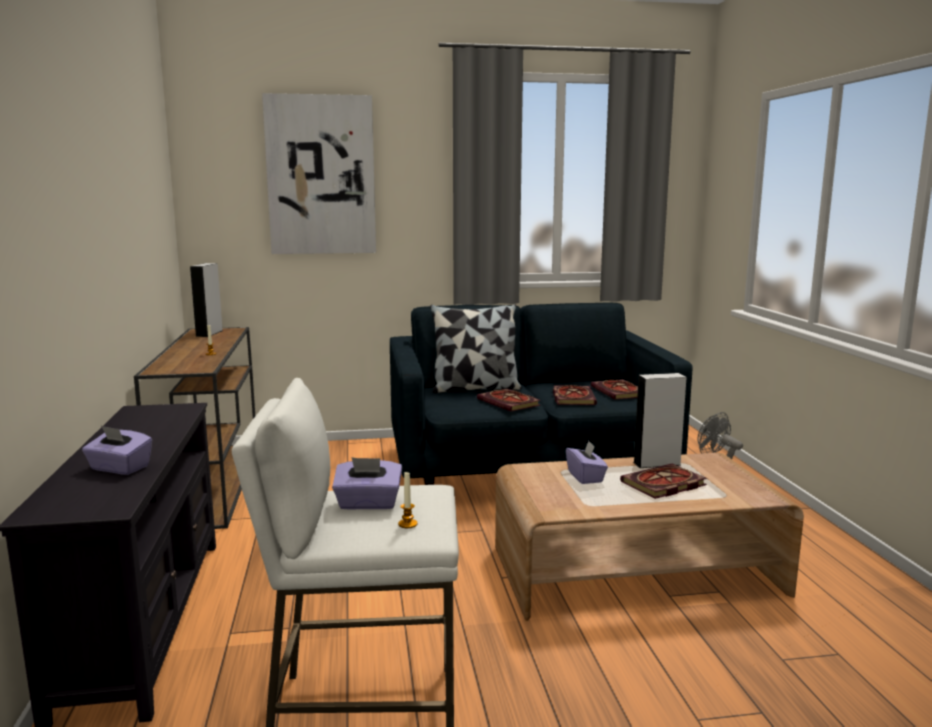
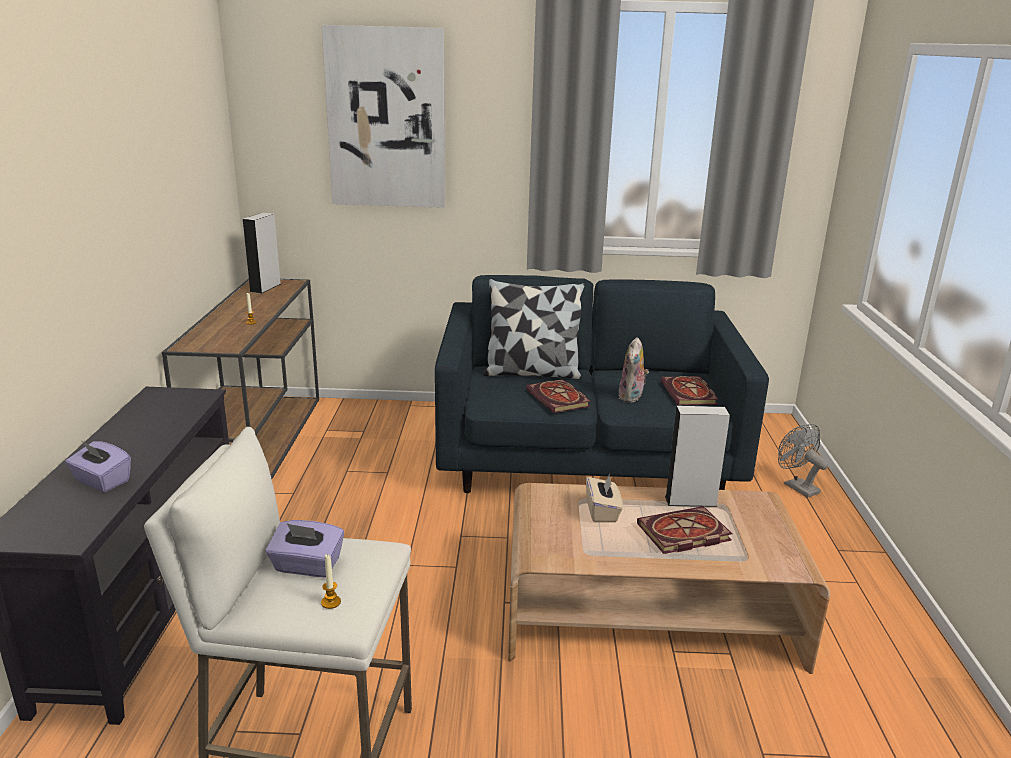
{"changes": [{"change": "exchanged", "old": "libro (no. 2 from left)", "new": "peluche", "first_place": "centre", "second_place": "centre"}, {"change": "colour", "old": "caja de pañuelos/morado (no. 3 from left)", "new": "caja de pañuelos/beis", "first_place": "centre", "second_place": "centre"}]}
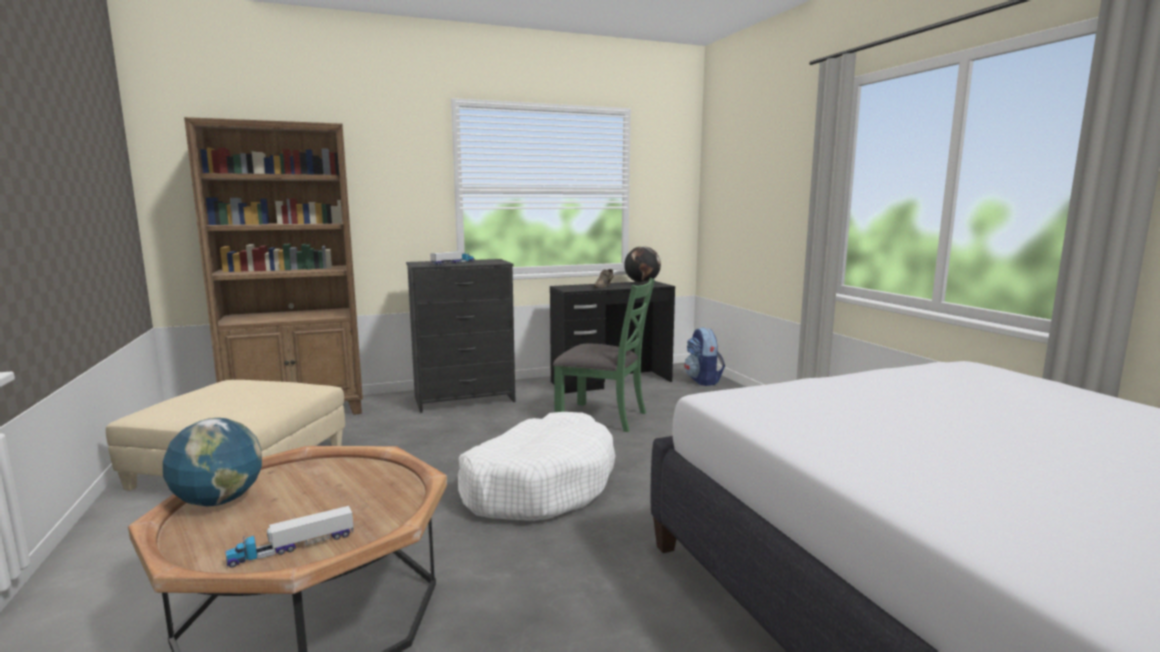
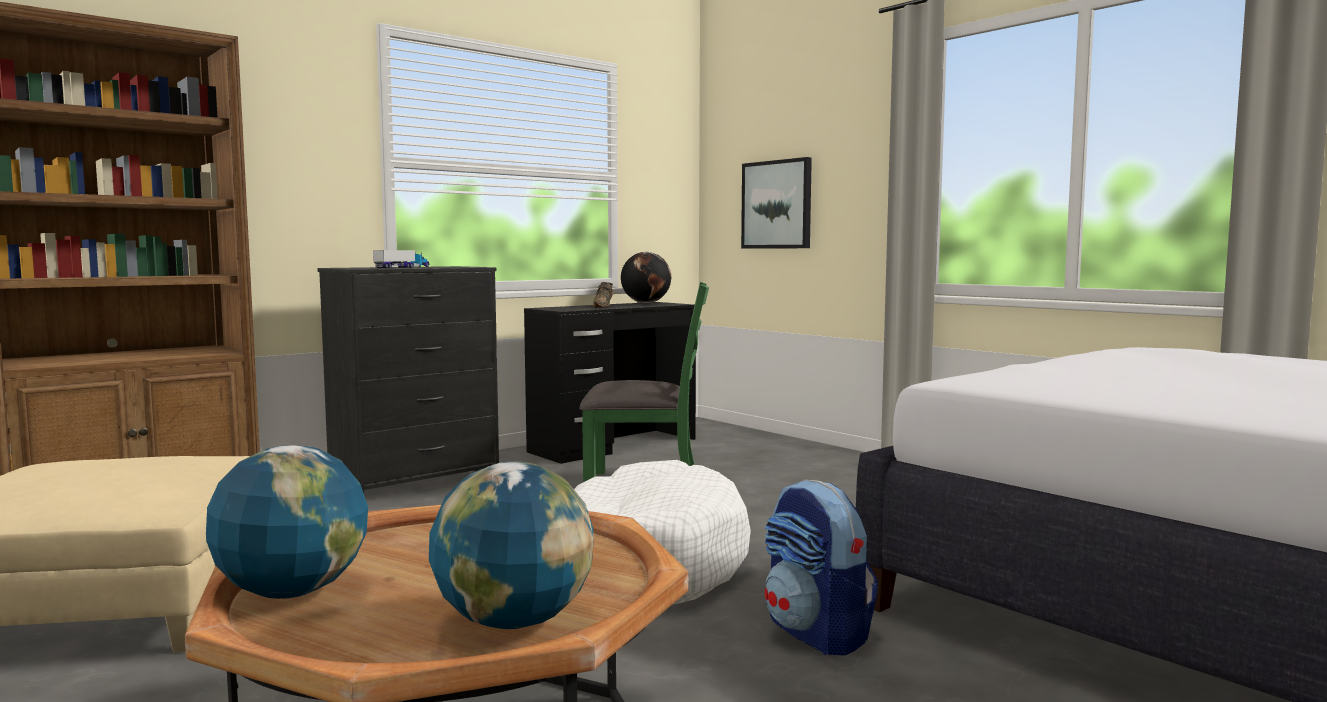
{"changes": [{"change": "exchanged", "old": "camión de juguete (no. 1 from left)", "new": "globo terráqueo (no. 2 from left)", "first_place": "bottom left", "second_place": "bottom centre"}, {"change": "relocated", "old": "mochila", "first_place": "centre", "second_place": "bottom centre"}, {"change": "appeared", "new": "cuadro", "second_place": "top centre"}]}
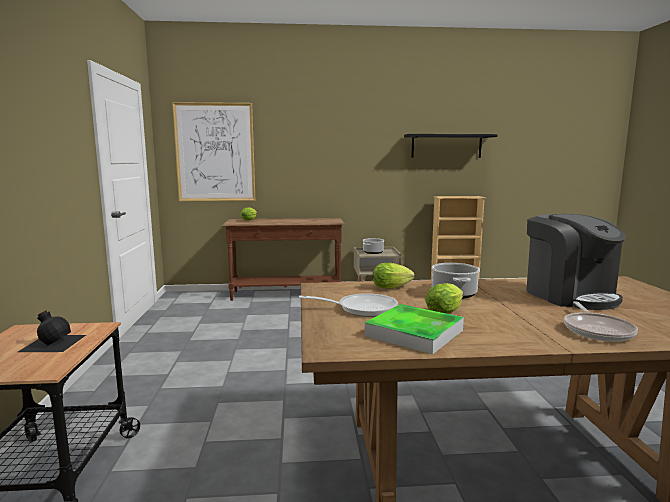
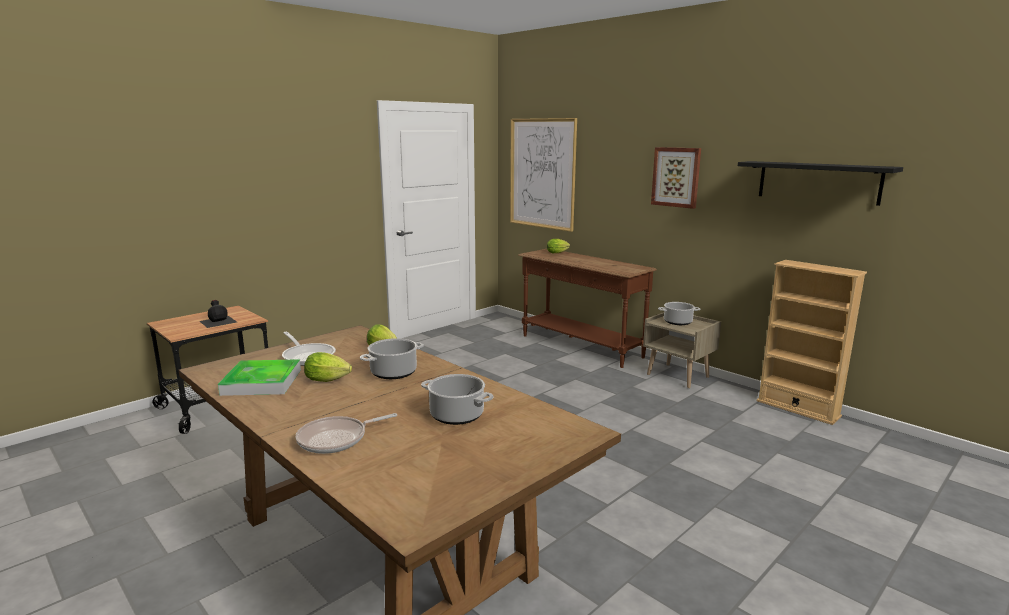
{"changes": [{"change": "exchanged", "old": "cafetera", "new": "olla (no. 2 from left)", "first_place": "middle right", "second_place": "centre"}, {"change": "appeared", "new": "cuadro (no. 2 from left)", "second_place": "top right"}]}
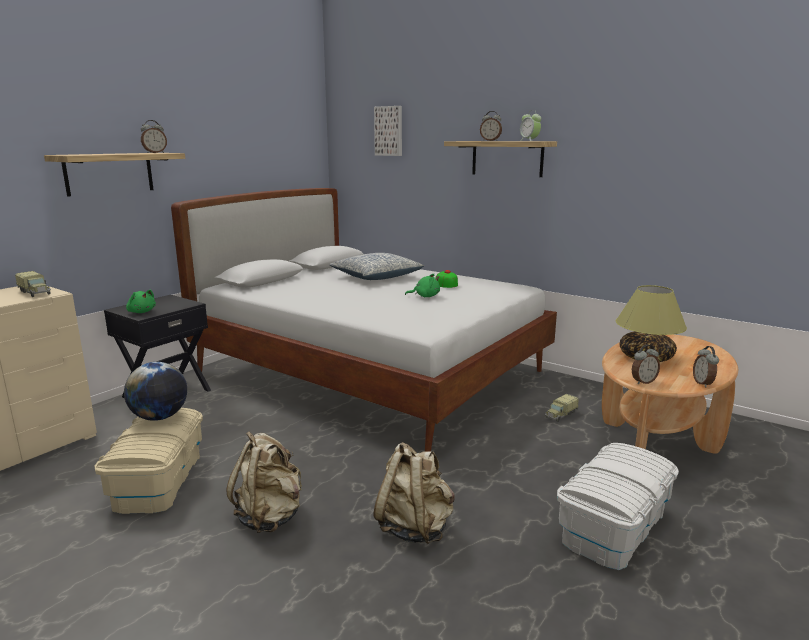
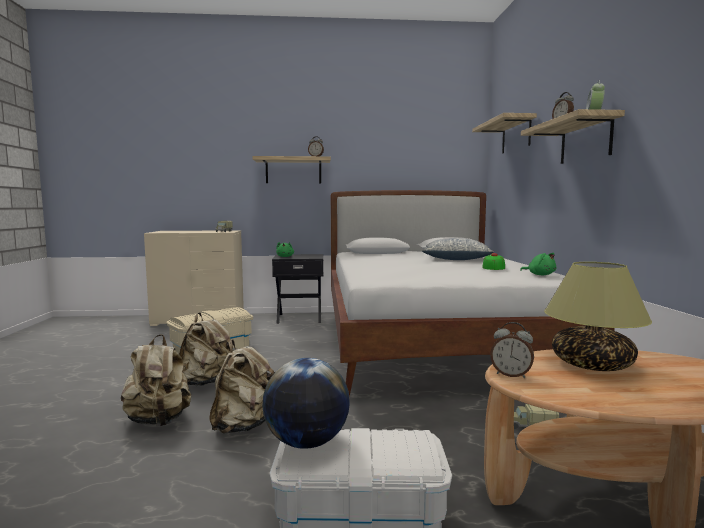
{"changes": [{"change": "relocated", "old": "globo terráqueo", "first_place": "middle left", "second_place": "bottom centre"}, {"change": "exchanged", "old": "cuadro", "new": "estante (no. 2 from left)", "first_place": "top centre", "second_place": "top right"}, {"change": "relocated", "old": "peluche/verde (no. 2 from left)", "first_place": "centre", "second_place": "middle right"}, {"change": "missing", "old": "despertador (no. 5 from left)", "first_place": "middle right"}, {"change": "appeared", "new": "mochila/beis (no. 1 from left)", "second_place": "bottom left"}]}
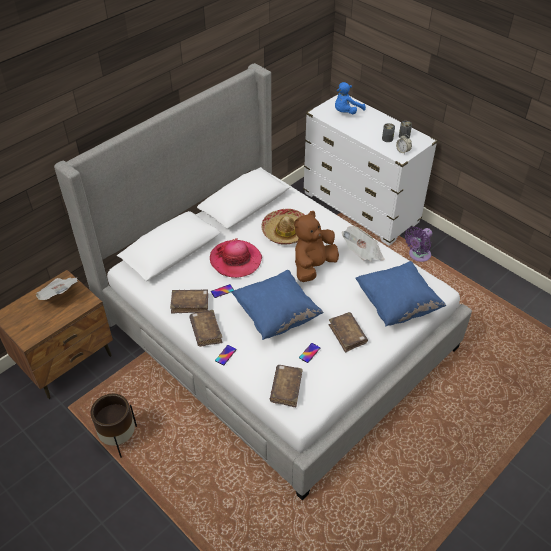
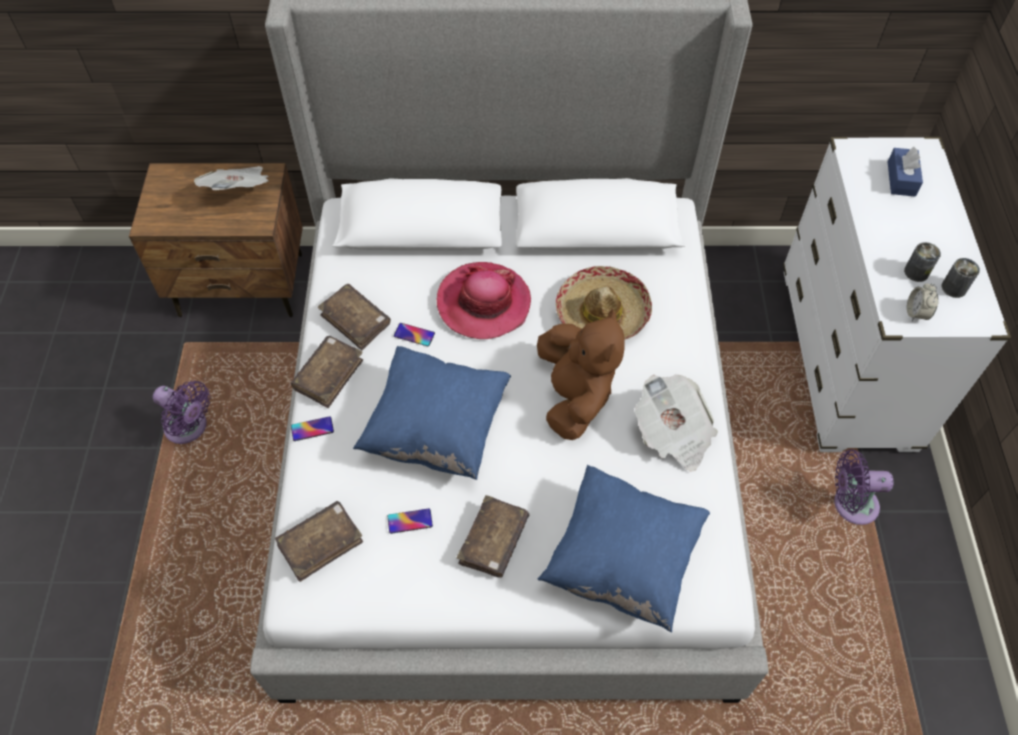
{"changes": [{"change": "exchanged", "old": "maceta/marrón", "new": "ventilador/morado (no. 1 from left)", "first_place": "bottom left", "second_place": "middle left"}, {"change": "spun", "old": "peluche/marrón", "first_place": "centre", "second_place": "centre", "degrees": 90}, {"change": "exchanged", "old": "peluche/azul", "new": "caja de pañuelos/azul", "first_place": "top centre", "second_place": "top right"}]}
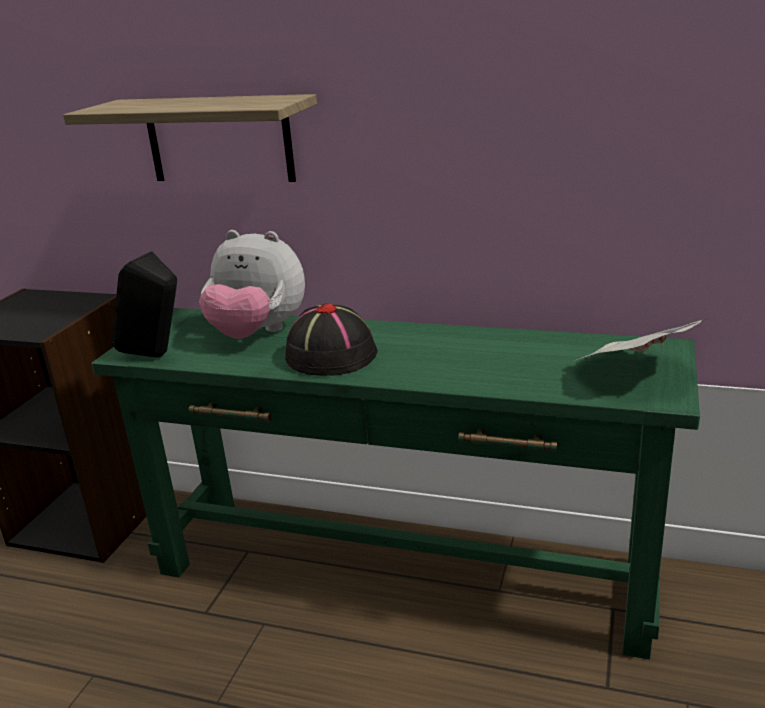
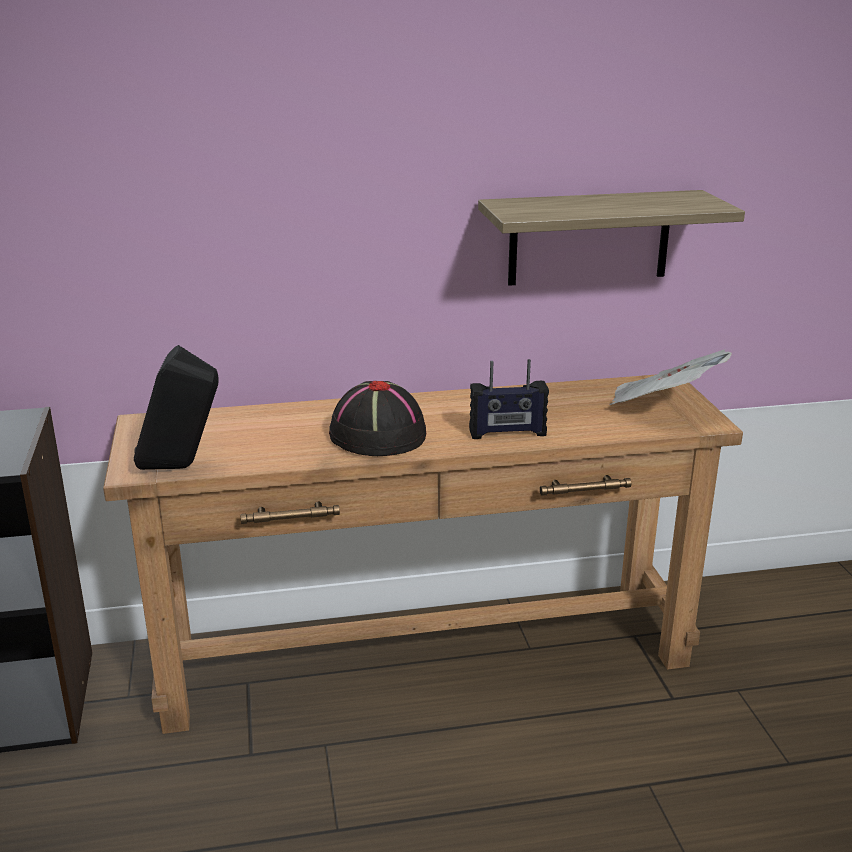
{"changes": [{"change": "relocated", "old": "estante", "first_place": "top left", "second_place": "top right"}, {"change": "colour", "old": "mesa consola/verde", "new": "mesa consola/marrón", "first_place": "bottom centre", "second_place": "centre"}, {"change": "missing", "old": "peluche", "first_place": "middle left"}, {"change": "appeared", "new": "radio", "second_place": "centre"}]}
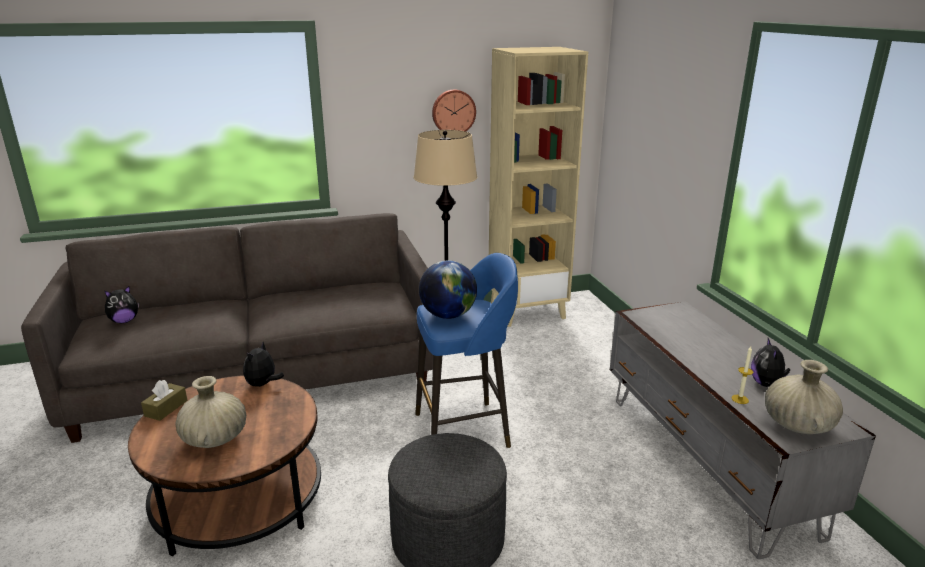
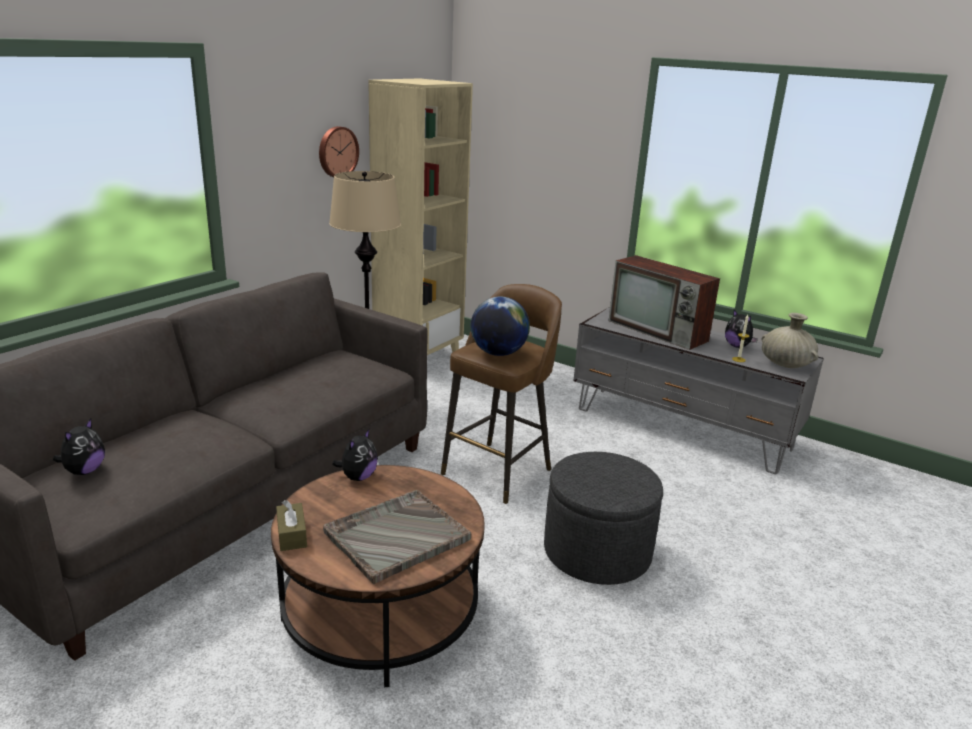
{"changes": [{"change": "exchanged", "old": "florero/beis (no. 1 from left)", "new": "bandeja/gris", "first_place": "bottom left", "second_place": "bottom centre"}, {"change": "spun", "old": "peluche (no. 2 from left)", "first_place": "middle left", "second_place": "centre", "degrees": -135}, {"change": "colour", "old": "taburete/azul", "new": "taburete/marrón", "first_place": "centre", "second_place": "centre"}, {"change": "appeared", "new": "televisor", "second_place": "middle right"}]}
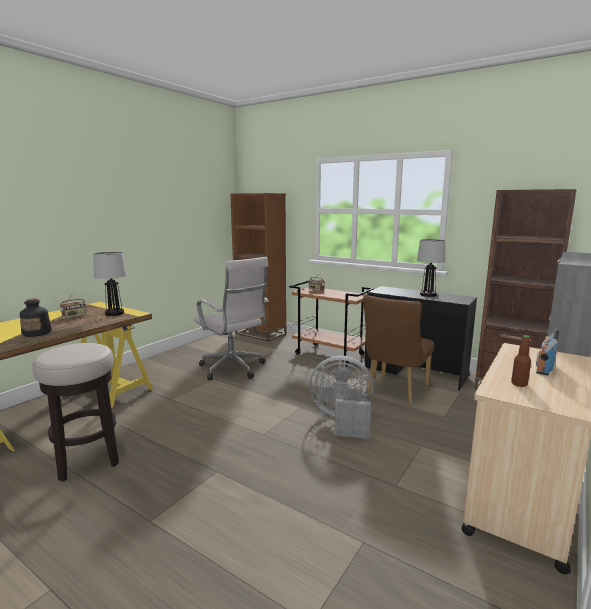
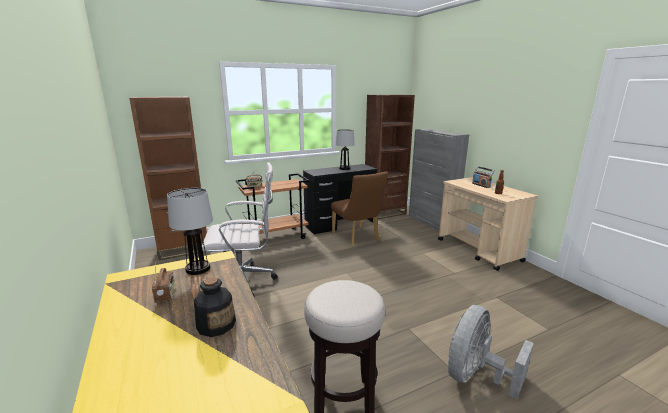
{"changes": [{"change": "relocated", "old": "ventilador/gris", "first_place": "centre", "second_place": "bottom right"}]}
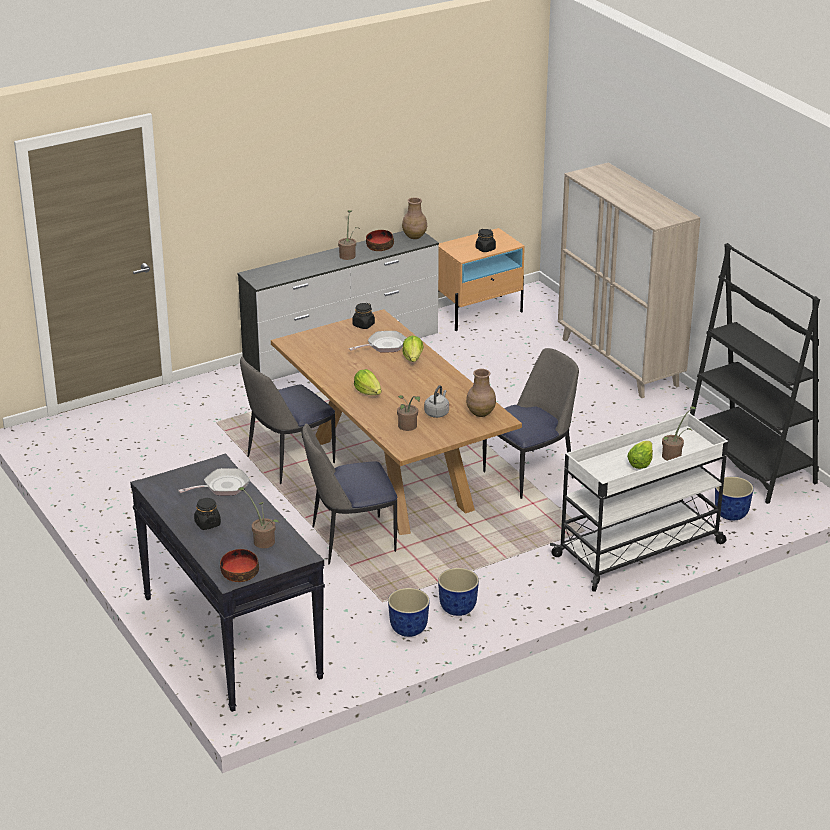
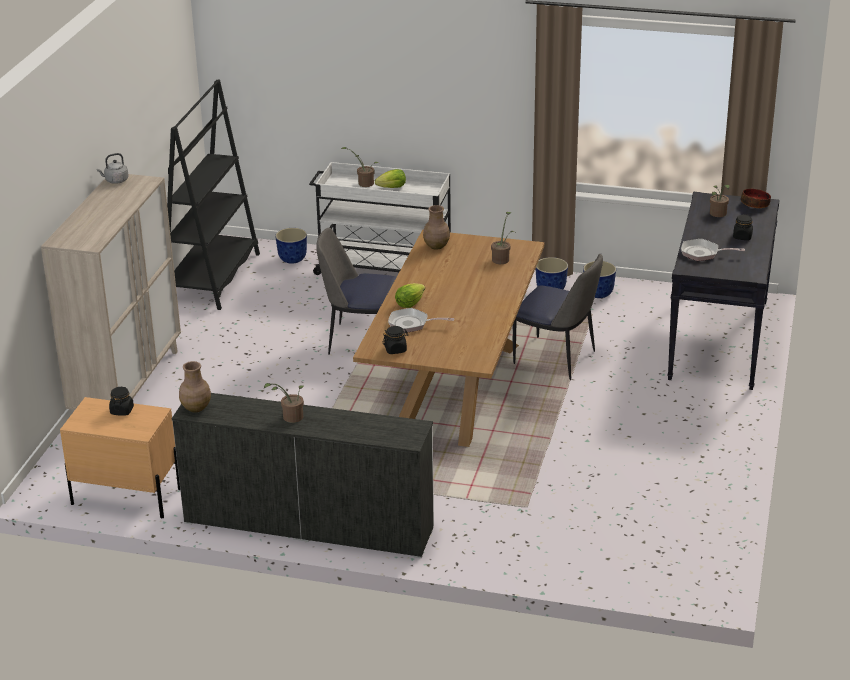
{"changes": [{"change": "missing", "old": "silla (no. 1 from left)", "first_place": "centre"}, {"change": "missing", "old": "lechuga (no. 1 from left)", "first_place": "centre"}, {"change": "missing", "old": "cuenco (no. 2 from left)", "first_place": "top centre"}, {"change": "relocated", "old": "hervidor/gris", "first_place": "centre", "second_place": "top left"}]}
